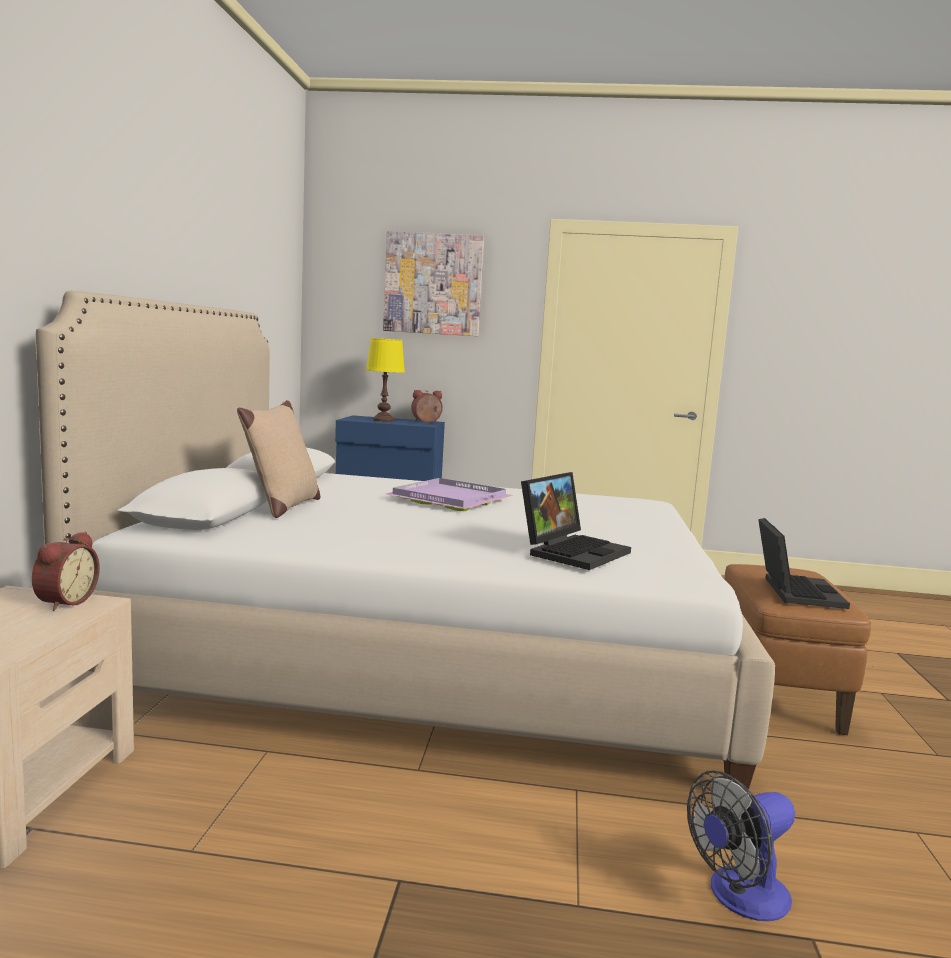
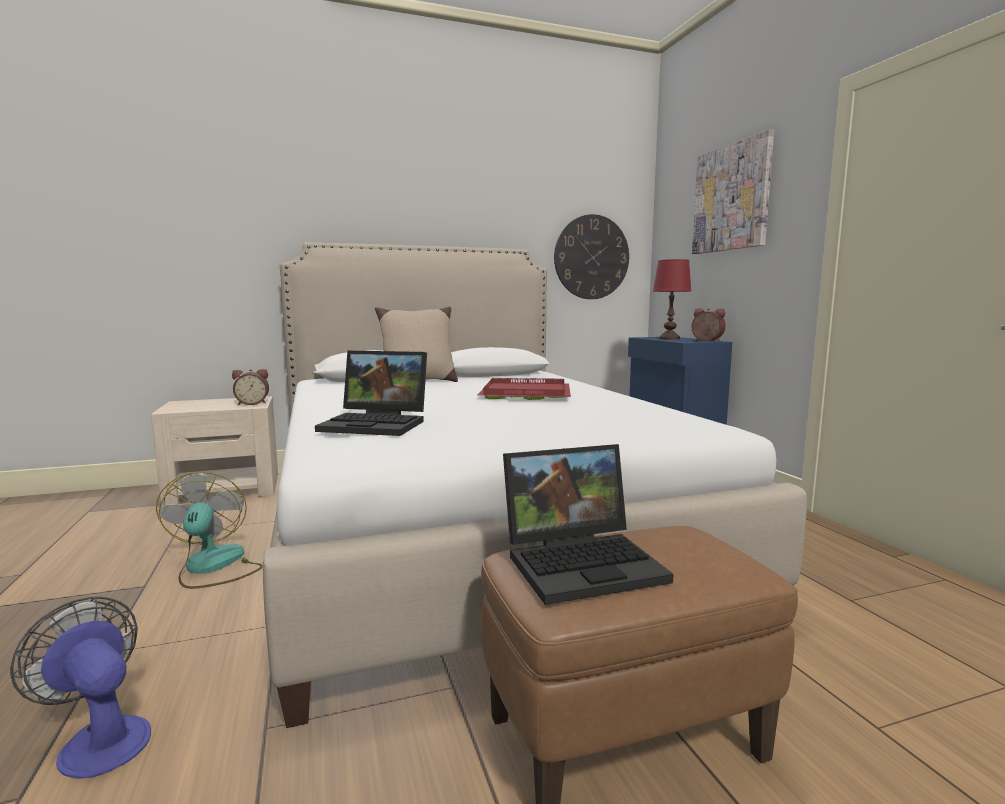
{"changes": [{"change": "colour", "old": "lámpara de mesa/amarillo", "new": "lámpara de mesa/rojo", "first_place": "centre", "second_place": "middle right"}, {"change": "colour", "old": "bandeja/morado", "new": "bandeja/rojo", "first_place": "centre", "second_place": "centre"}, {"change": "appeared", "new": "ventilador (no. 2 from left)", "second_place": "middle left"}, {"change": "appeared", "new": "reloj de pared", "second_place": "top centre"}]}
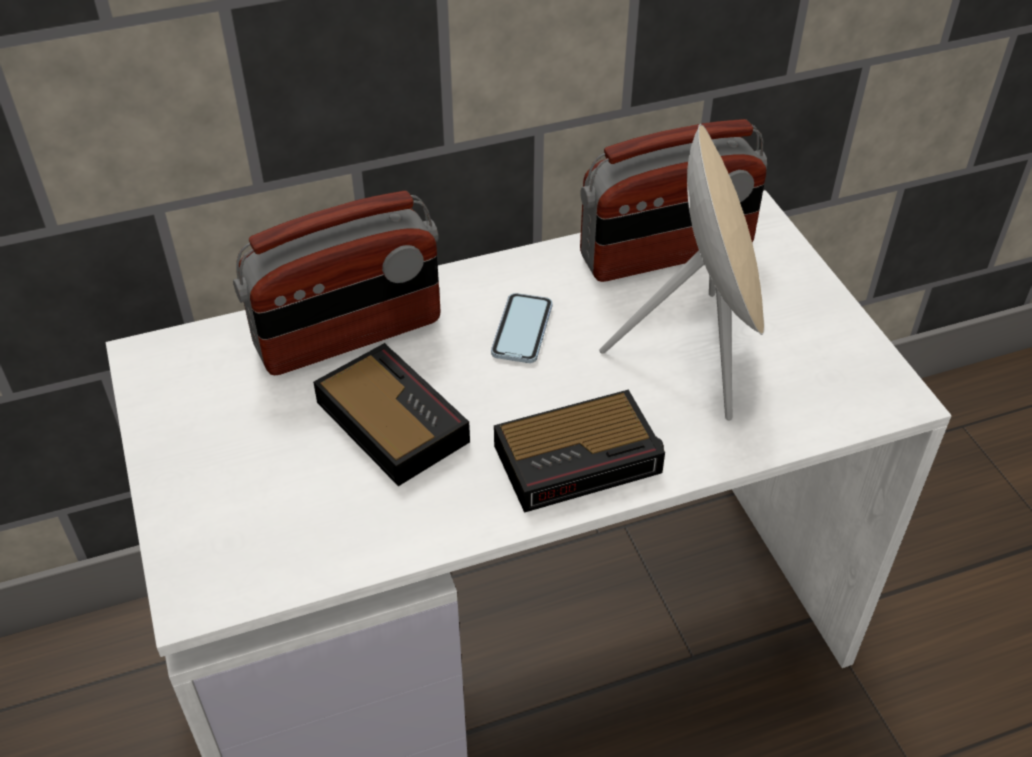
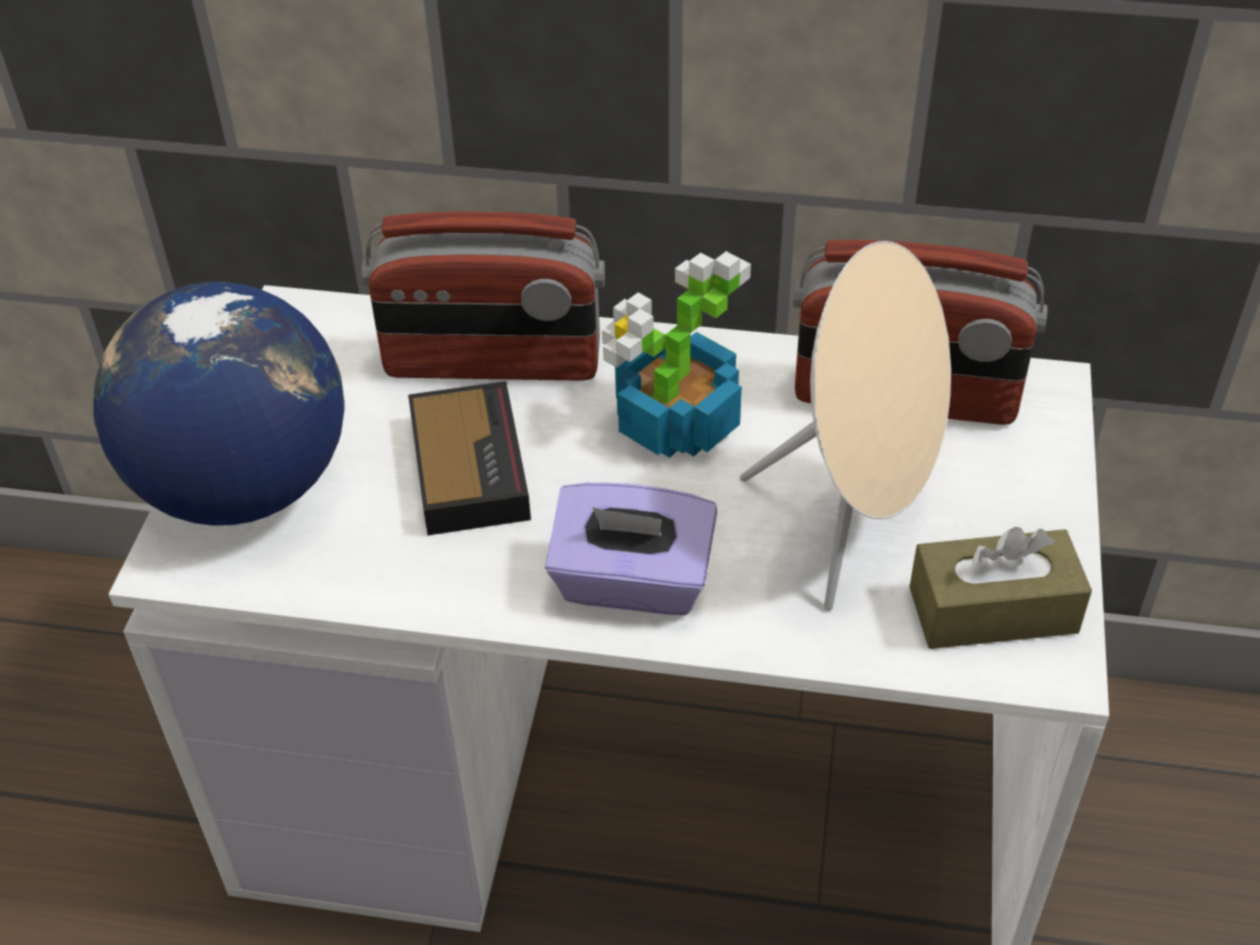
{"changes": [{"change": "exchanged", "old": "móvil", "new": "planta en maceta", "first_place": "centre", "second_place": "centre"}, {"change": "exchanged", "old": "despertador (no. 2 from left)", "new": "caja de pañuelos/morado", "first_place": "centre", "second_place": "centre"}, {"change": "appeared", "new": "globo terráqueo", "second_place": "middle left"}, {"change": "appeared", "new": "caja de pañuelos/marrón", "second_place": "middle right"}]}
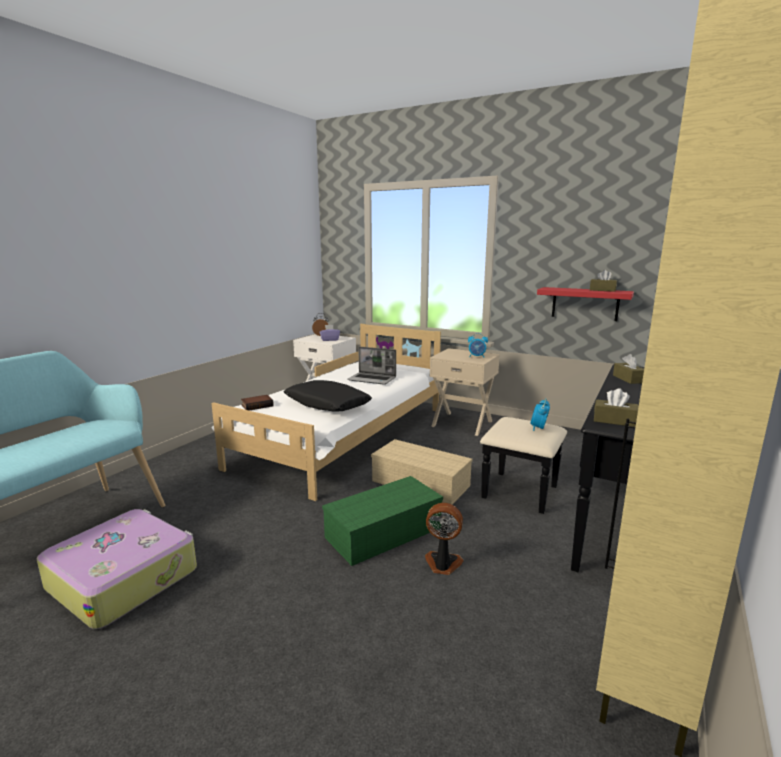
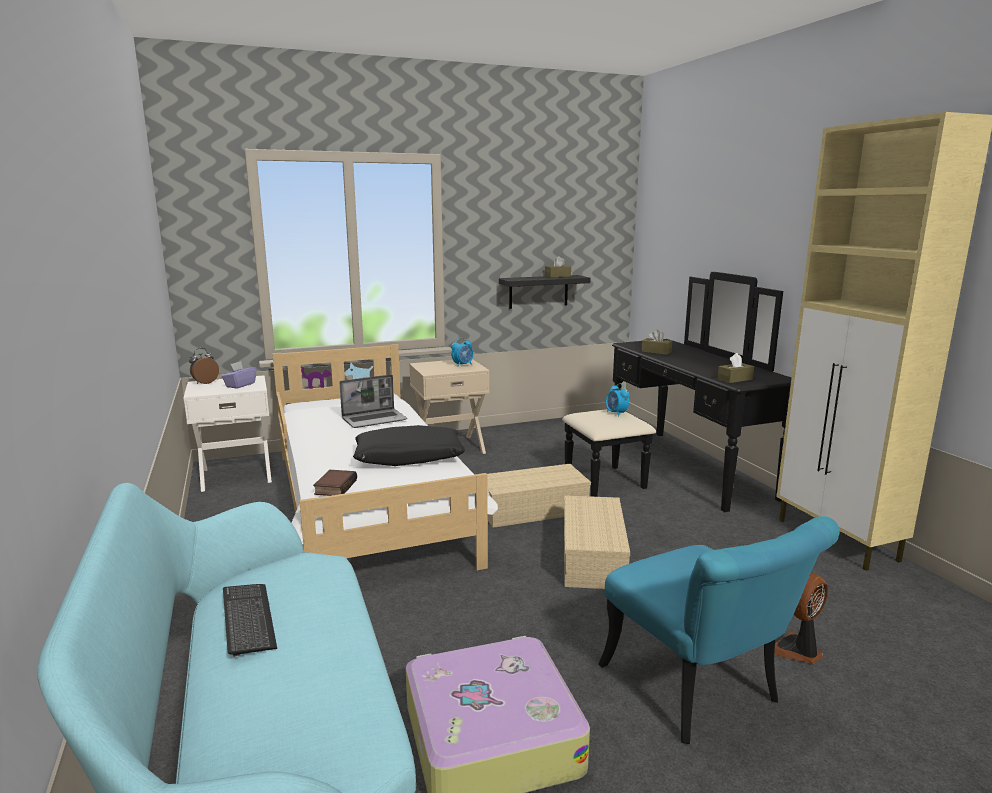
{"changes": [{"change": "colour", "old": "caja de almacenaje/verde", "new": "caja de almacenaje/beis (no. 2 from left)", "first_place": "bottom centre", "second_place": "bottom centre"}, {"change": "relocated", "old": "ventilador", "first_place": "bottom centre", "second_place": "bottom right"}, {"change": "colour", "old": "estante/rojo", "new": "estante/negro", "first_place": "middle right", "second_place": "centre"}, {"change": "appeared", "new": "teclado", "second_place": "bottom left"}, {"change": "appeared", "new": "silla/turquesa", "second_place": "bottom right"}]}
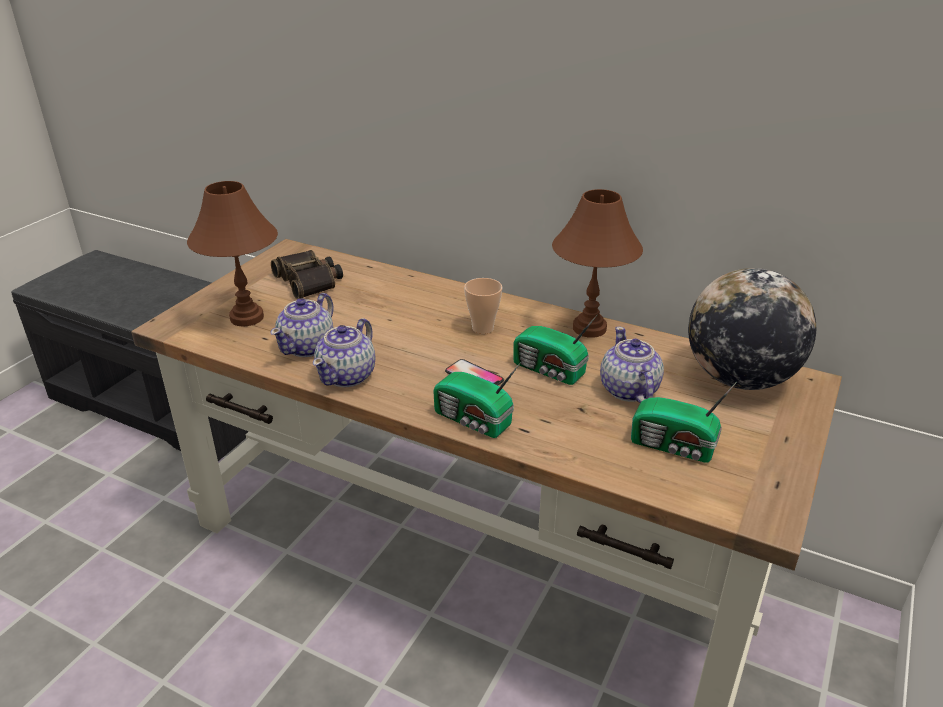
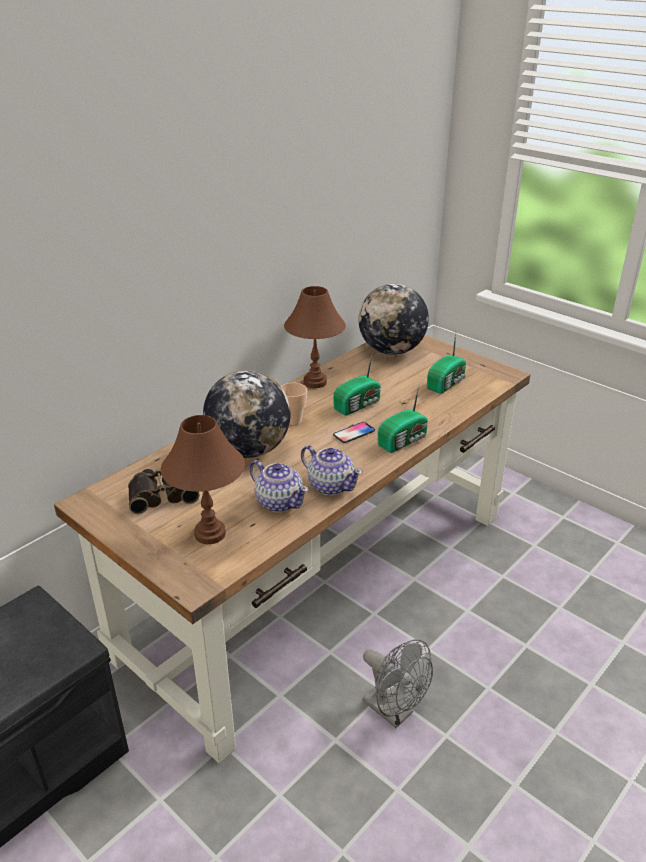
{"changes": [{"change": "missing", "old": "tetera (no. 3 from left)", "first_place": "middle right"}, {"change": "appeared", "new": "globo terráqueo (no. 1 from left)", "second_place": "centre"}, {"change": "appeared", "new": "ventilador/gris", "second_place": "bottom centre"}]}
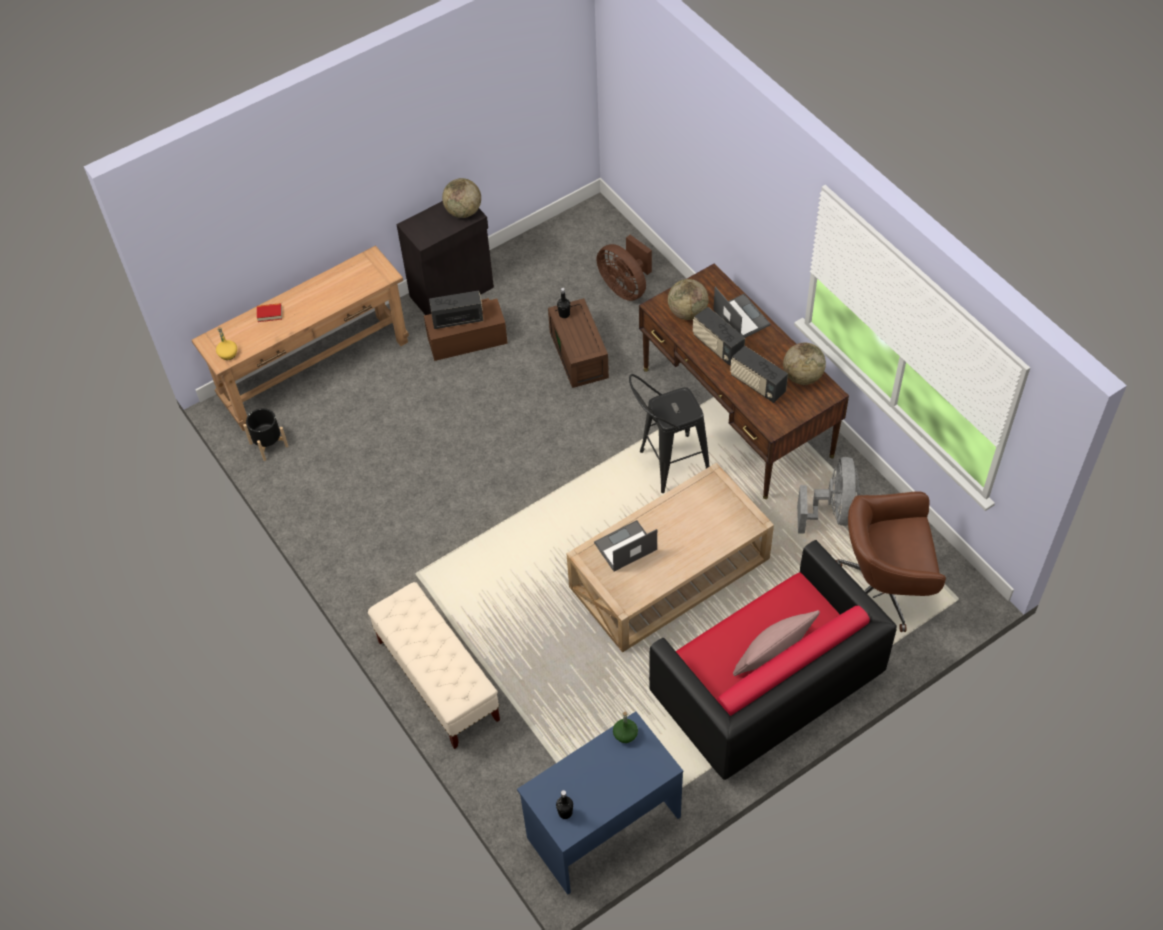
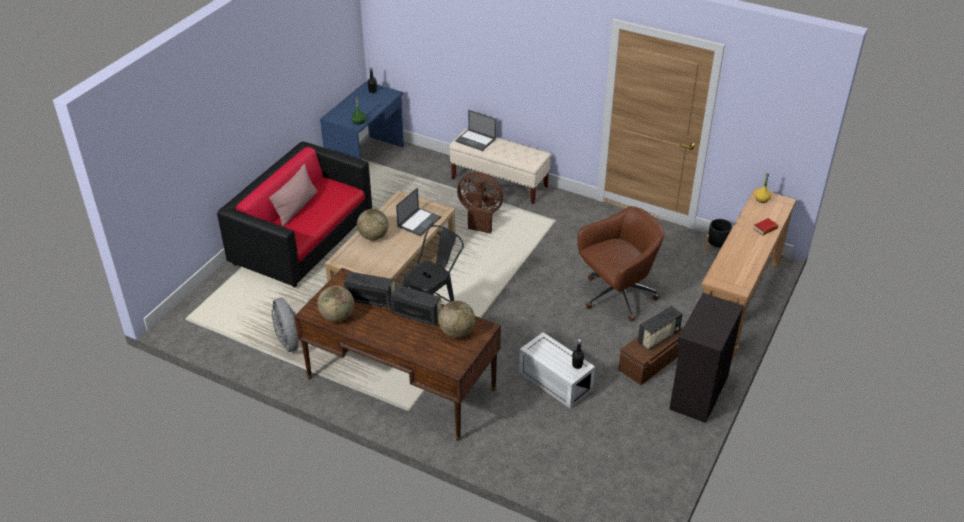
{"changes": [{"change": "relocated", "old": "globo terráqueo (no. 1 from left in the first image)", "new": "globo terráqueo (no. 2 from left)", "first_place": "top centre", "second_place": "centre"}, {"change": "colour", "old": "caja de almacenaje/marrón (no. 2 from left)", "new": "caja de almacenaje/blanco", "first_place": "centre", "second_place": "bottom centre"}, {"change": "relocated", "old": "ventilador/marrón", "first_place": "top centre", "second_place": "centre"}, {"change": "relocated", "old": "portátil (no. 2 from left)", "first_place": "centre", "second_place": "top centre"}, {"change": "relocated", "old": "silla de oficina/marrón", "first_place": "middle right", "second_place": "centre"}]}
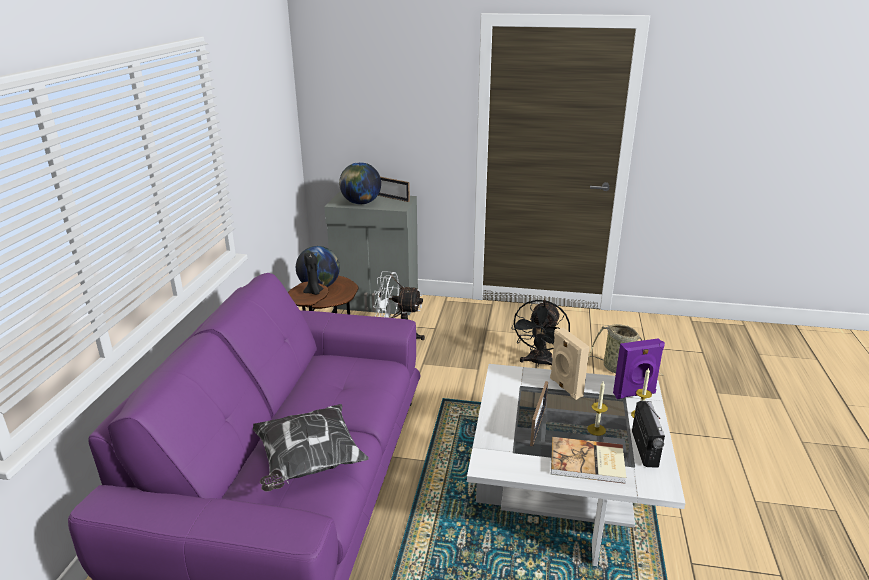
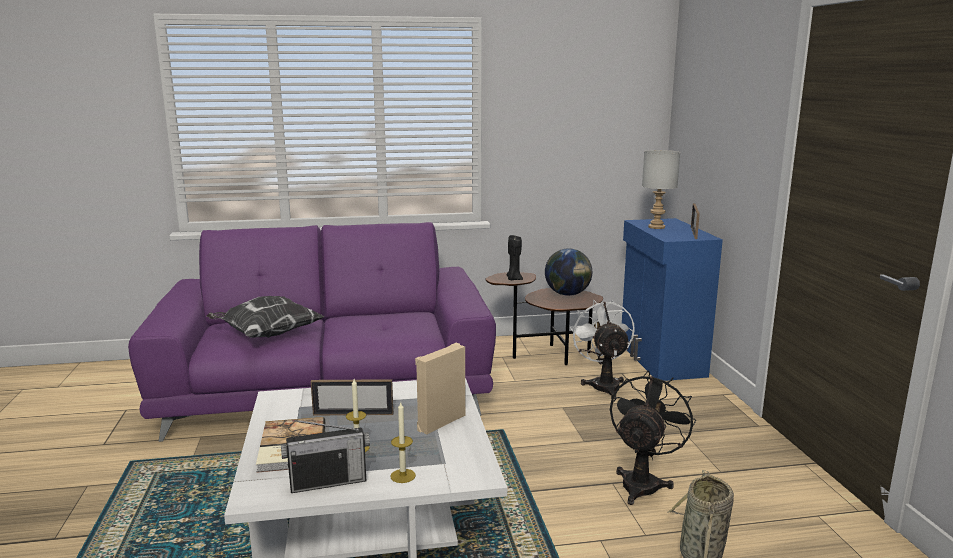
{"changes": [{"change": "colour", "old": "armario/gris", "new": "armario/azul", "first_place": "centre", "second_place": "middle right"}, {"change": "exchanged", "old": "globo terráqueo (no. 2 from left)", "new": "lámpara de mesa/gris", "first_place": "top centre", "second_place": "middle right"}, {"change": "spun", "old": "ventilador/negro", "first_place": "centre", "second_place": "bottom right", "degrees": 120}, {"change": "missing", "old": "altavoz/morado", "first_place": "middle right"}]}
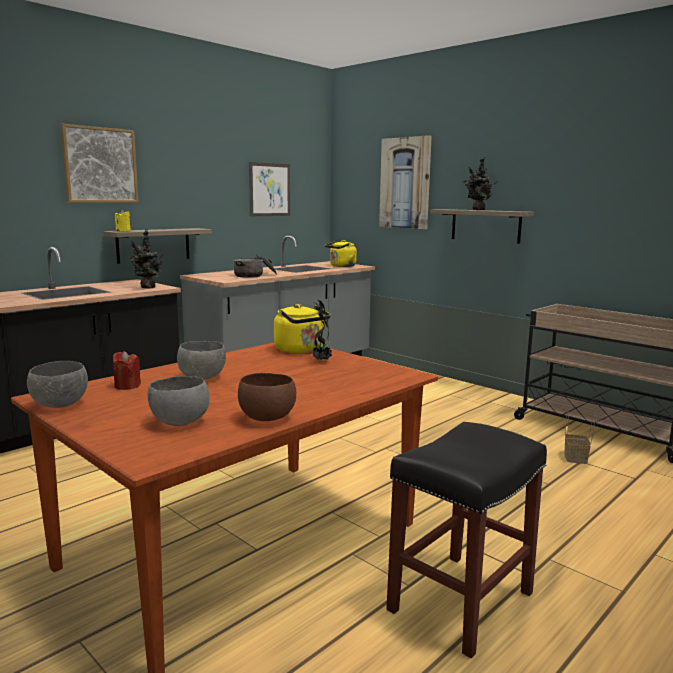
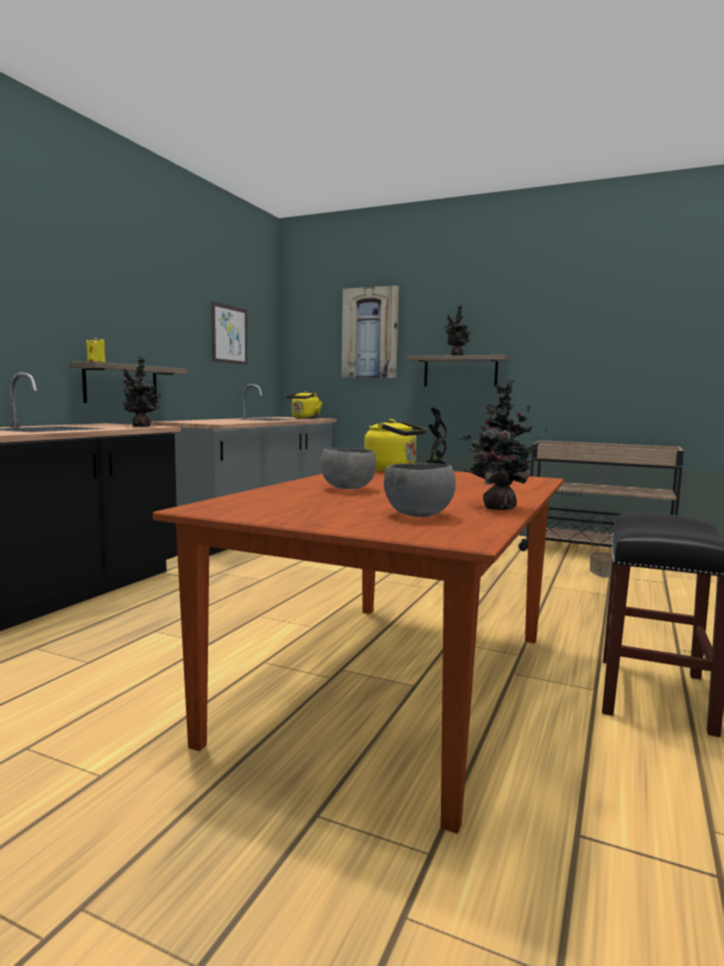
{"changes": [{"change": "missing", "old": "cuenco/gris (no. 1 from left)", "first_place": "middle left"}, {"change": "missing", "old": "cuadro (no. 1 from left)", "first_place": "top left"}, {"change": "missing", "old": "vela/rojo", "first_place": "middle left"}, {"change": "missing", "old": "olla", "first_place": "centre"}, {"change": "exchanged", "old": "cuenco/marrón", "new": "planta en maceta (no. 4 from left)", "first_place": "centre", "second_place": "middle right"}]}
